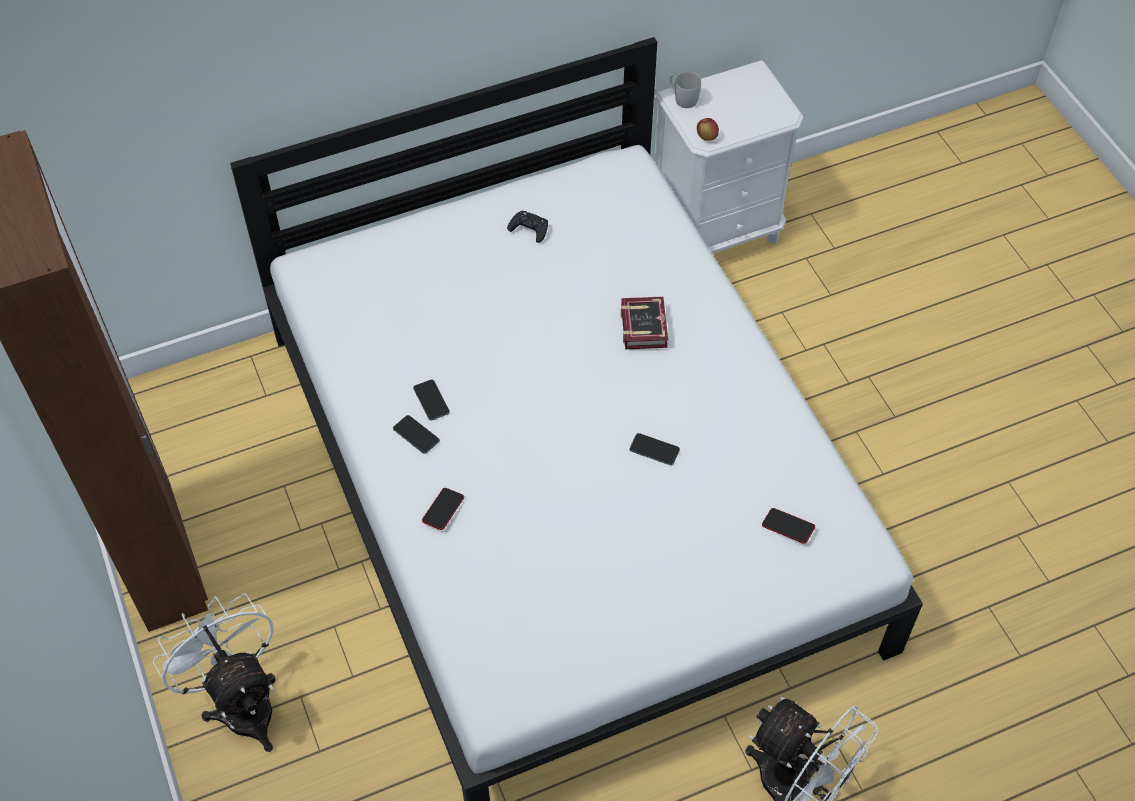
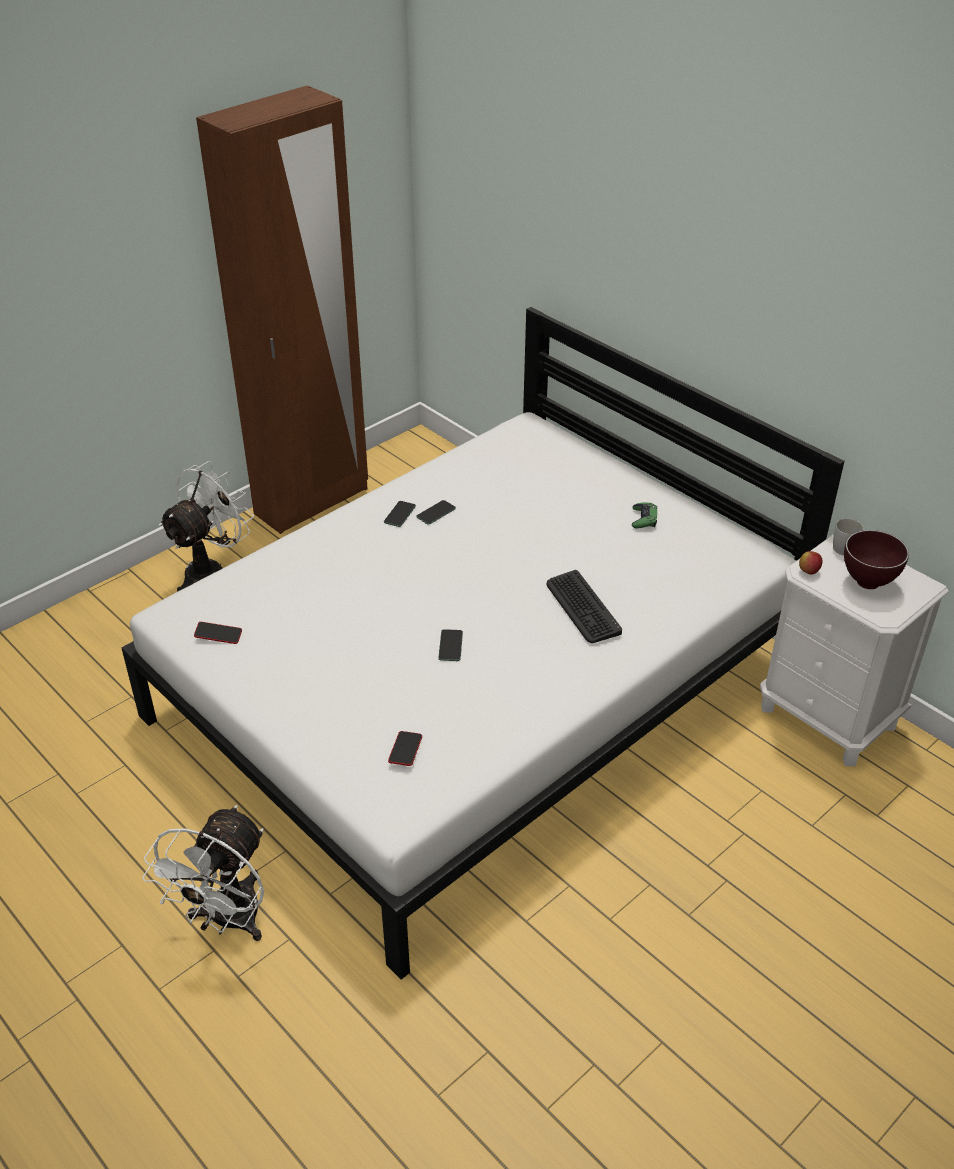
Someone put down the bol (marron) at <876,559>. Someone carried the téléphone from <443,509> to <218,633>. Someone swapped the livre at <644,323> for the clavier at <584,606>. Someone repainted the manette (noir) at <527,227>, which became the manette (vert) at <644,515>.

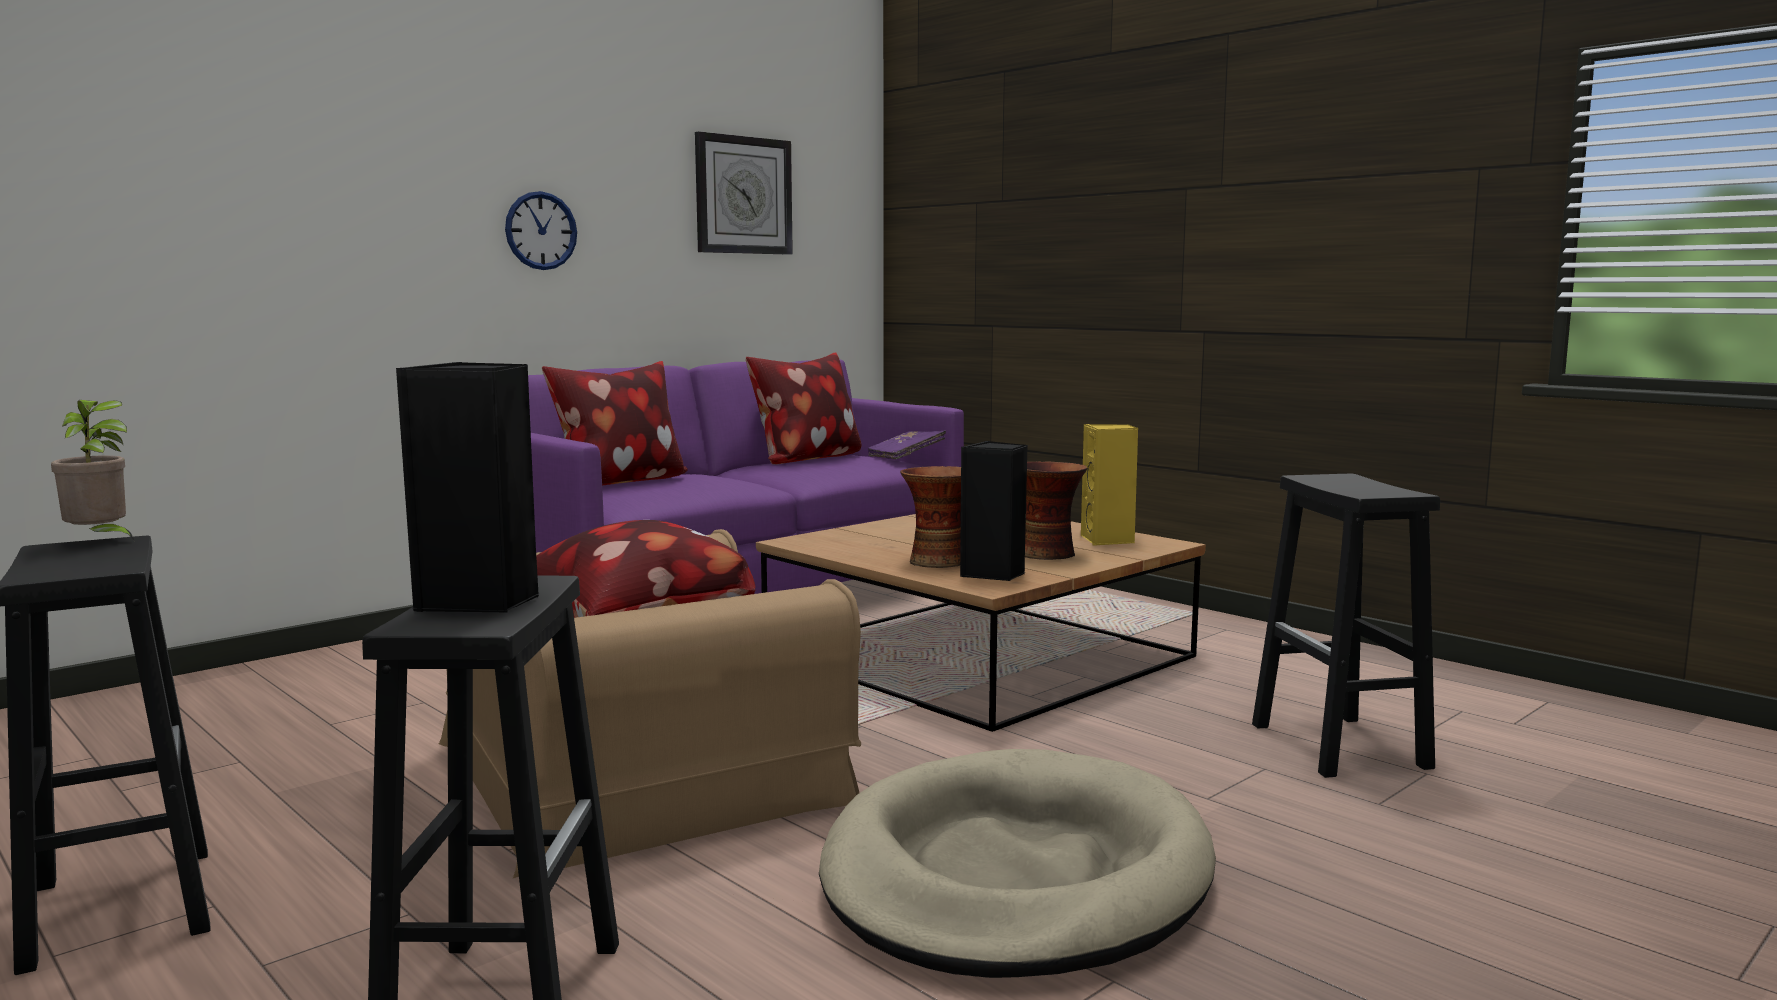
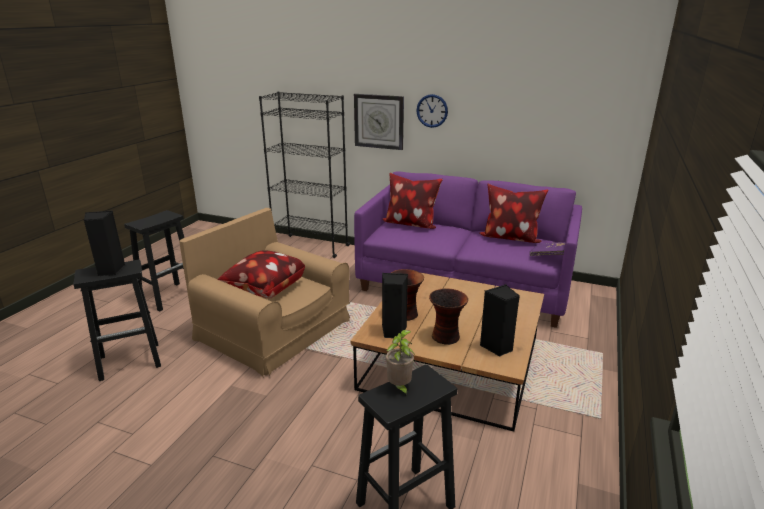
Someone took away the panier pour chien (beige) at <1017,863>. Someone put down the bibliothèque (noir) at <304,175>. Someone carried the plante en pot from <93,471> to <400,363>. Someone carried the horloge murale from <744,193> to <379,122>. Someone repainted the enceinte (jaune) at <1110,485>, which became the enceinte (noir) at <500,320>.

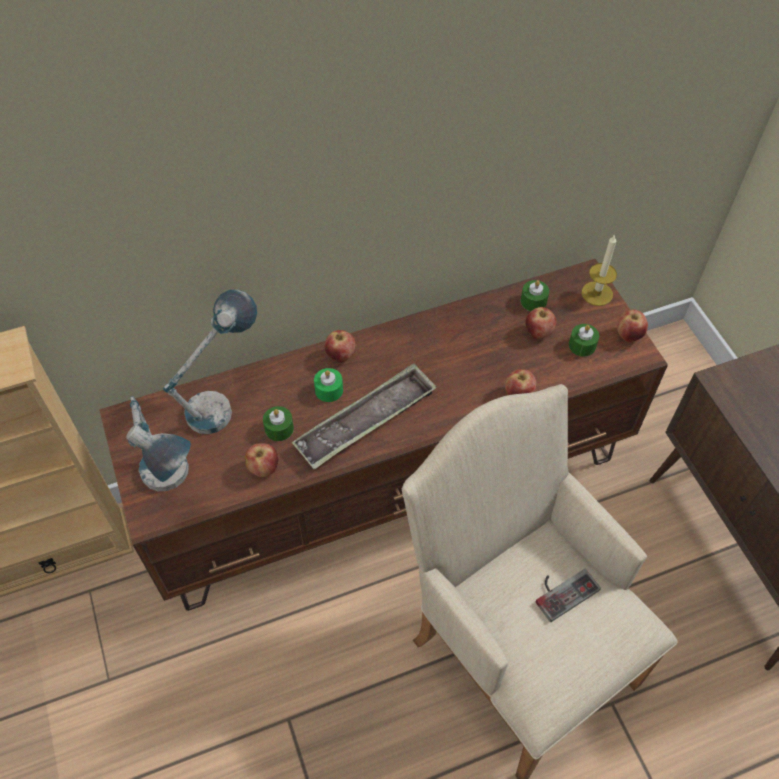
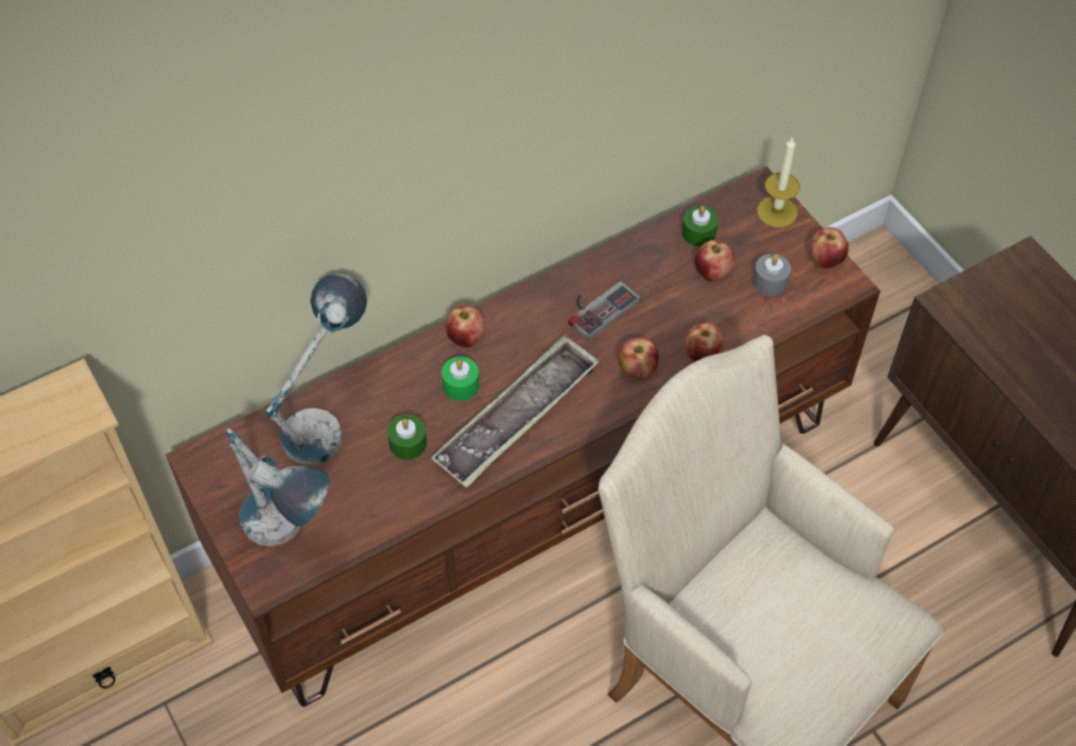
Someone carried the pomme from <261,460> to <638,359>. Someone carried the manette from <568,595> to <604,311>. Someone repainted the bougie (vert) at <584,340>, which became the bougie (gris) at <772,275>.

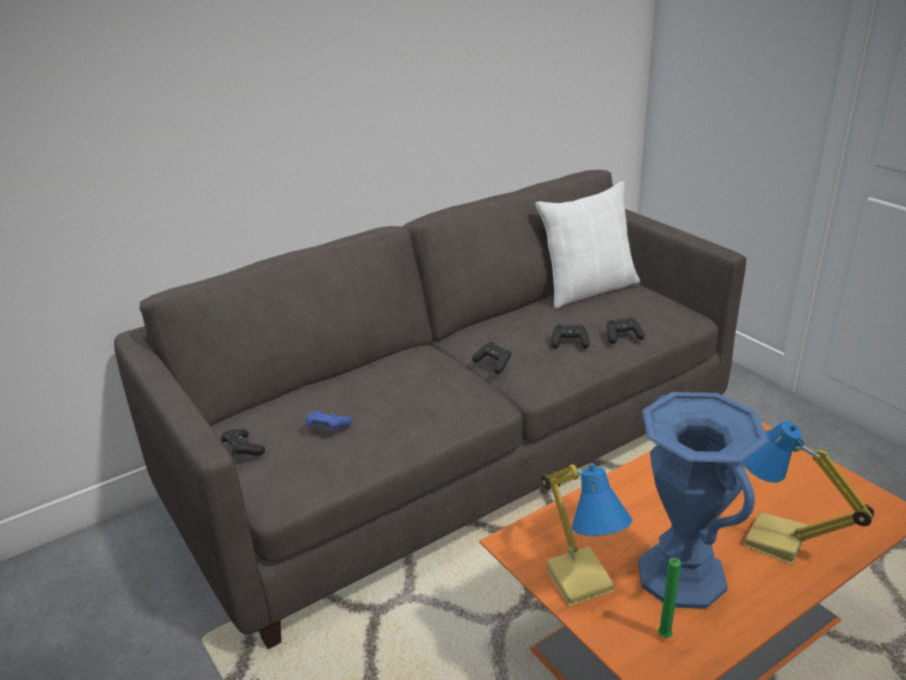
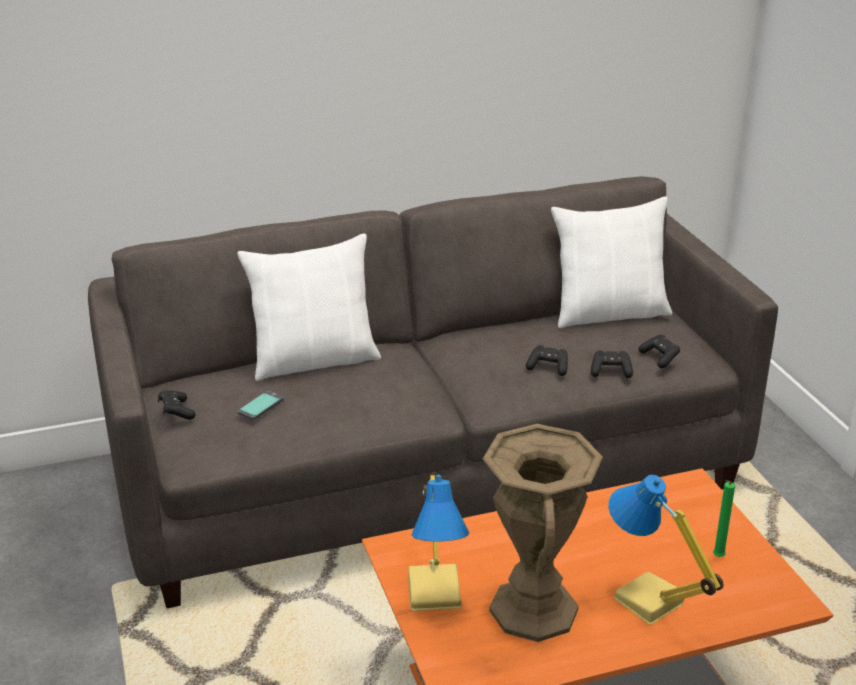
Someone put down the coussin (blanc) at <309,307>. Someone carried the manette (noir) from <491,358> to <659,351>. Someone carried the bougie (vert) from <669,598> to <724,518>. Someone swapped the manette (bleu) at <329,421> for the téléphone at <260,405>. Someone repainted the vase (bleu) at <703,500>, which became the vase (marron) at <543,533>.

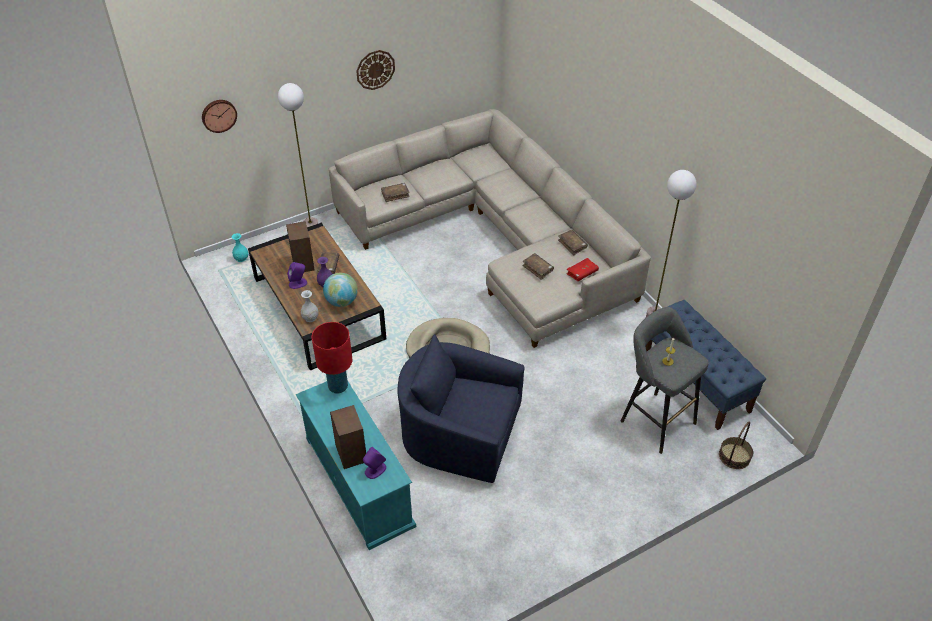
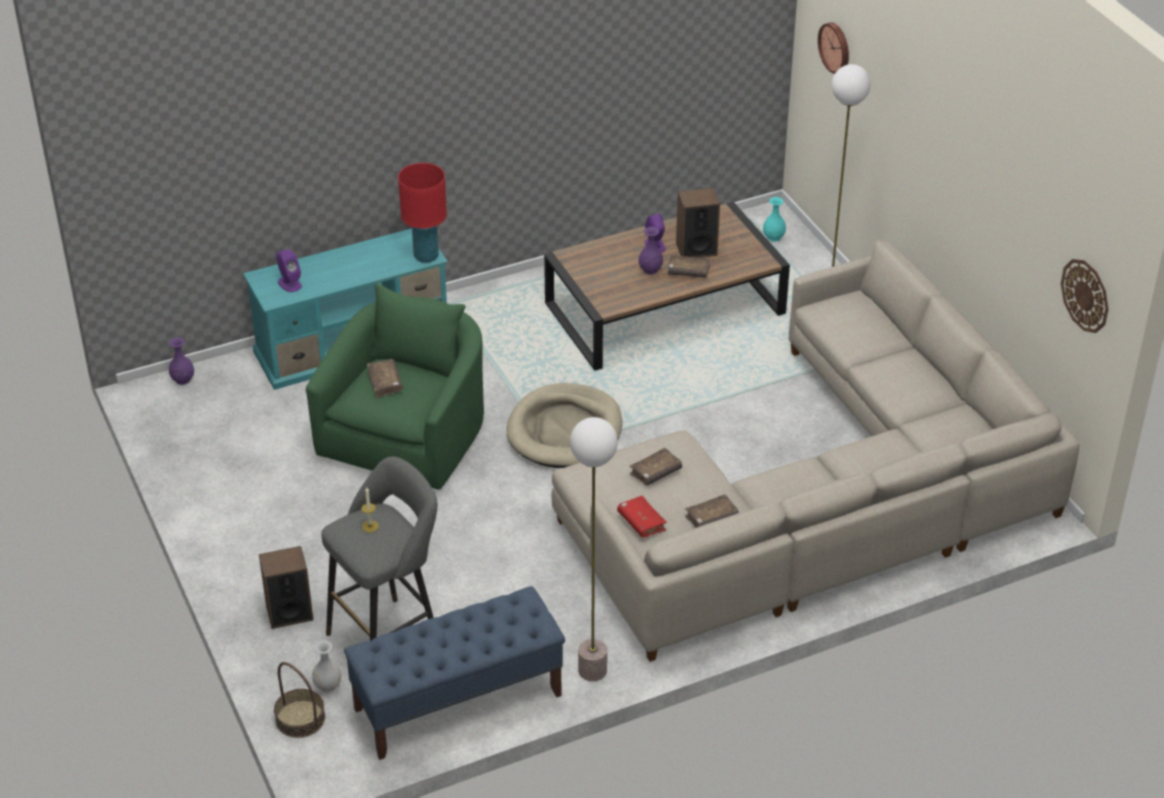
Someone took away the globe at <340,290>. Someone put down the vase (violet) at <181,361>. Someone carried the vase (blanc) from <310,306> to <327,667>. Someone carried the enceinte from <348,437> to <286,587>. Someone carried the horloge murale from <375,70> to <1085,296>. Someone carried the livre (marron) from <395,192> to <385,378>. Someone repainted the fauteuil (bleu) at <461,408>, which became the fauteuil (vert) at <395,386>.

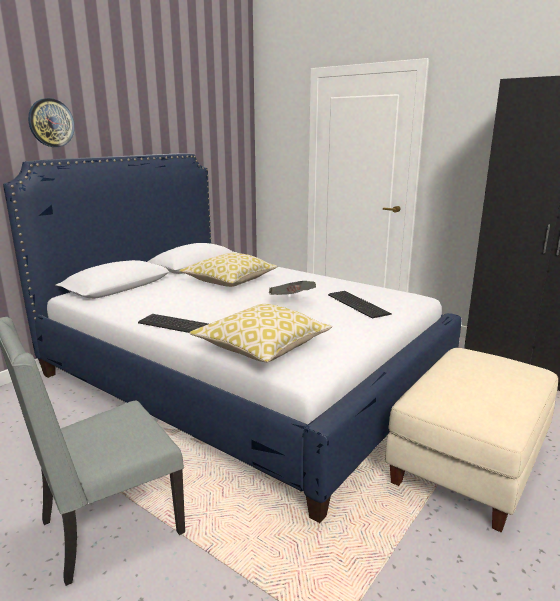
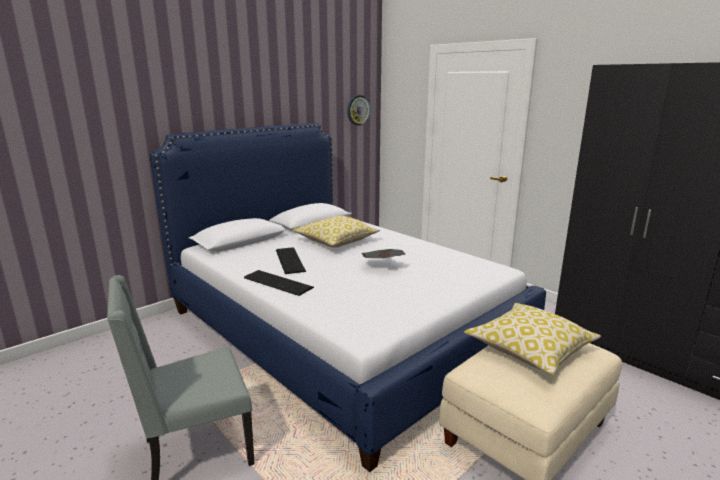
Someone carried the horloge murale from <51,122> to <358,110>. Someone carried the coussin from <260,333> to <532,339>. Someone carried the clavier from <360,305> to <291,260>.

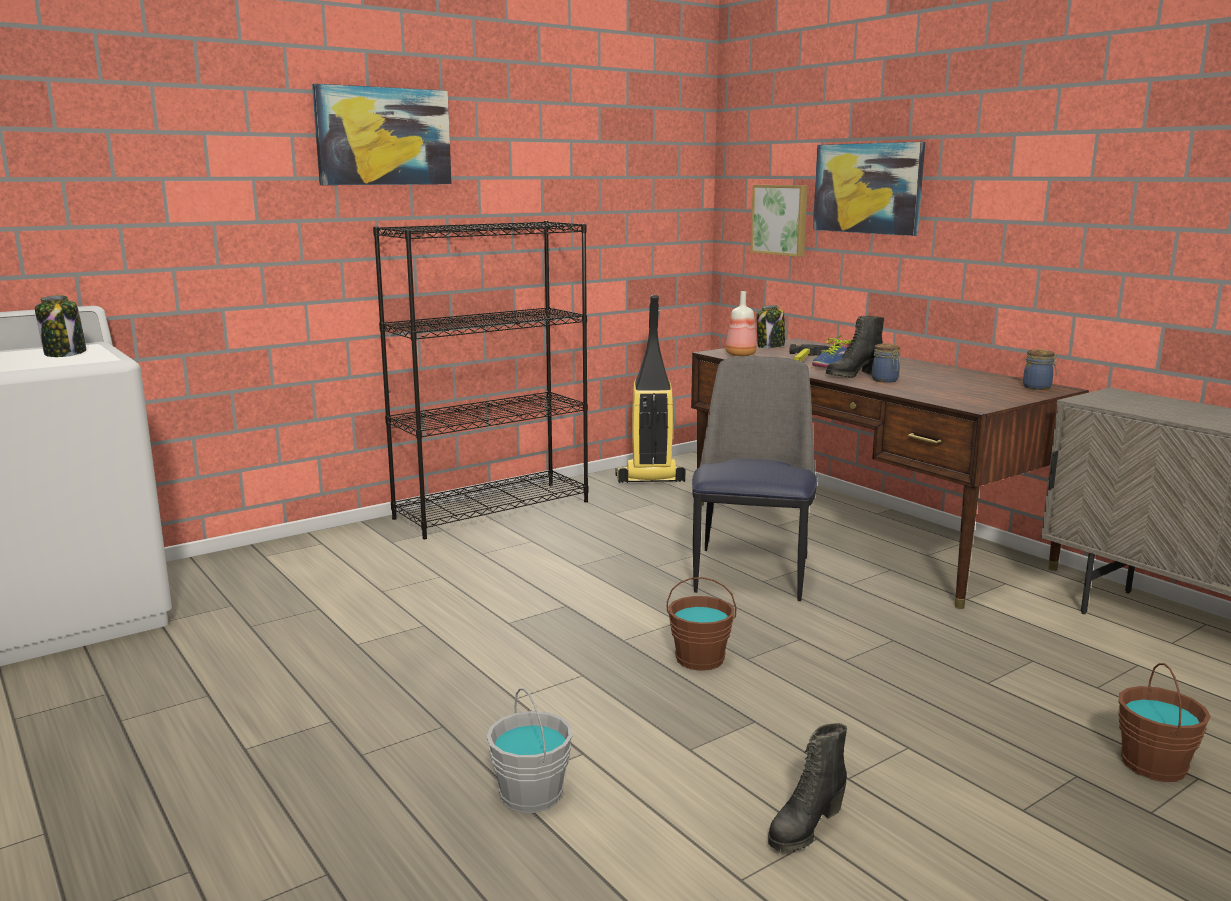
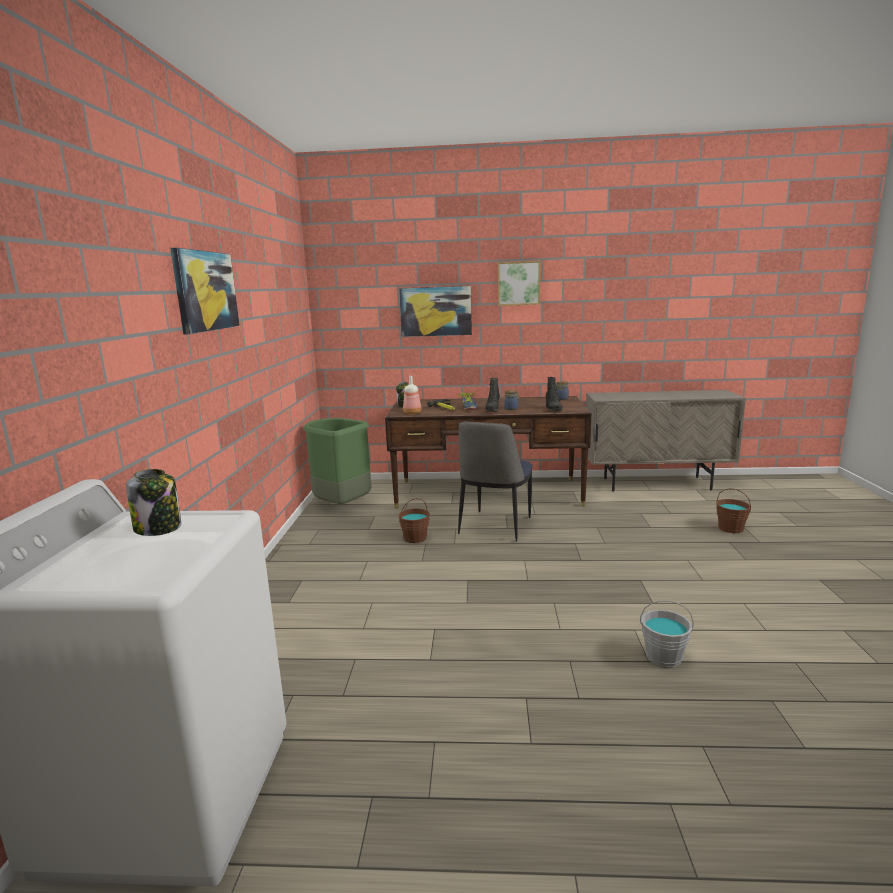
Someone took away the bibliothèque (noir) at <480,380>. Someone carried the seau (marron) from <702,624> to <414,520>. Someone carried the tableau from <779,221> to <519,283>. Someone carried the botte (noir) from <807,787> to <554,394>. Someone swapped the aspirateur at <650,389> for the poubelle (vert) at <337,461>. Someone rotated the chaise at <755,478> by 120 degrees counterclockwise.

